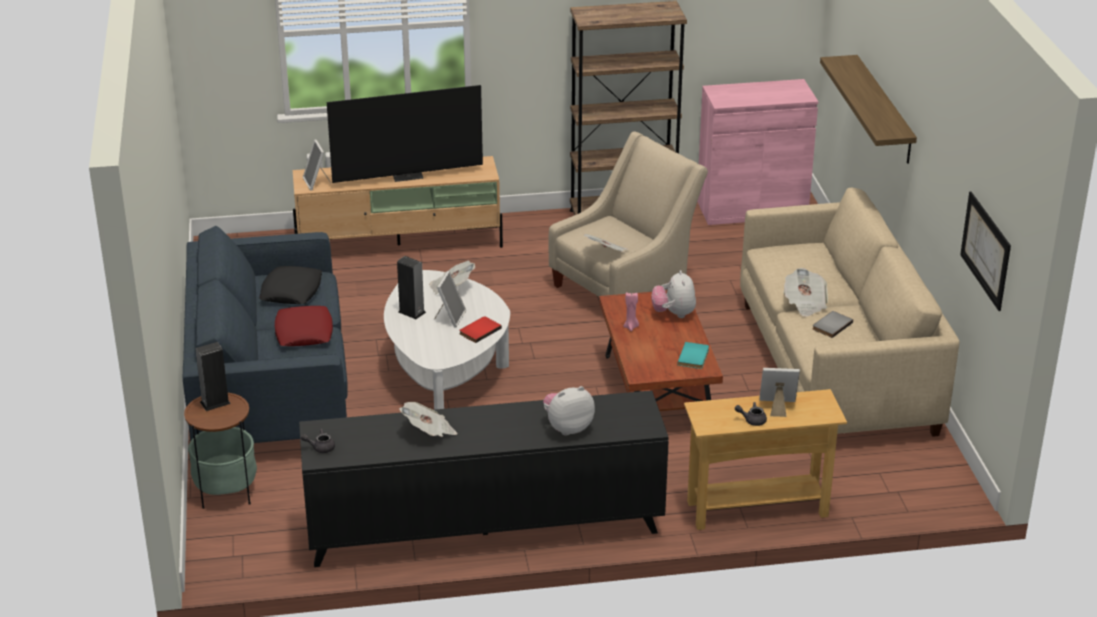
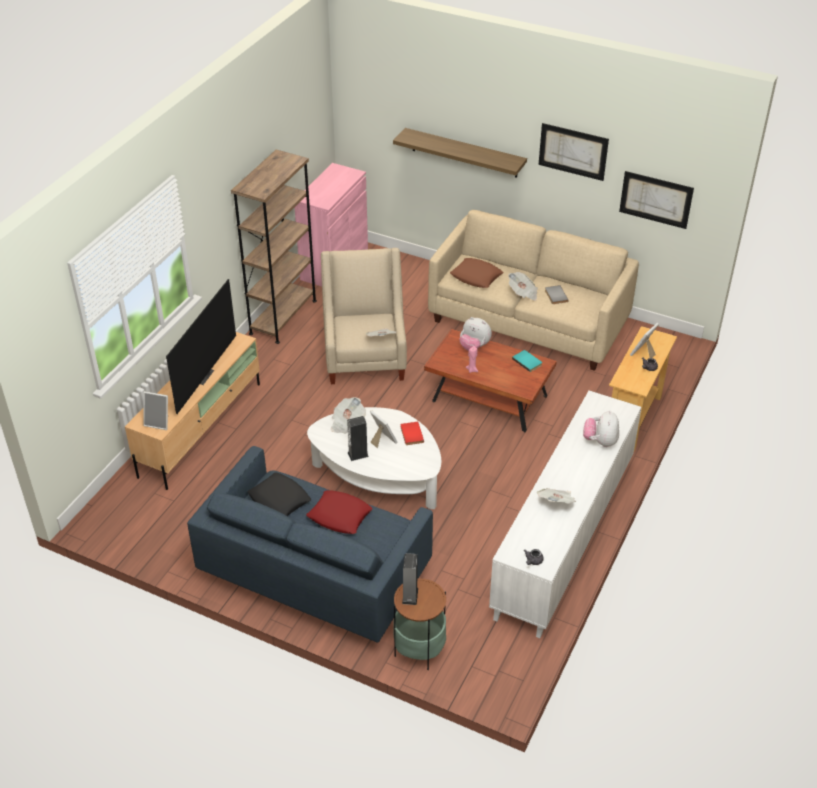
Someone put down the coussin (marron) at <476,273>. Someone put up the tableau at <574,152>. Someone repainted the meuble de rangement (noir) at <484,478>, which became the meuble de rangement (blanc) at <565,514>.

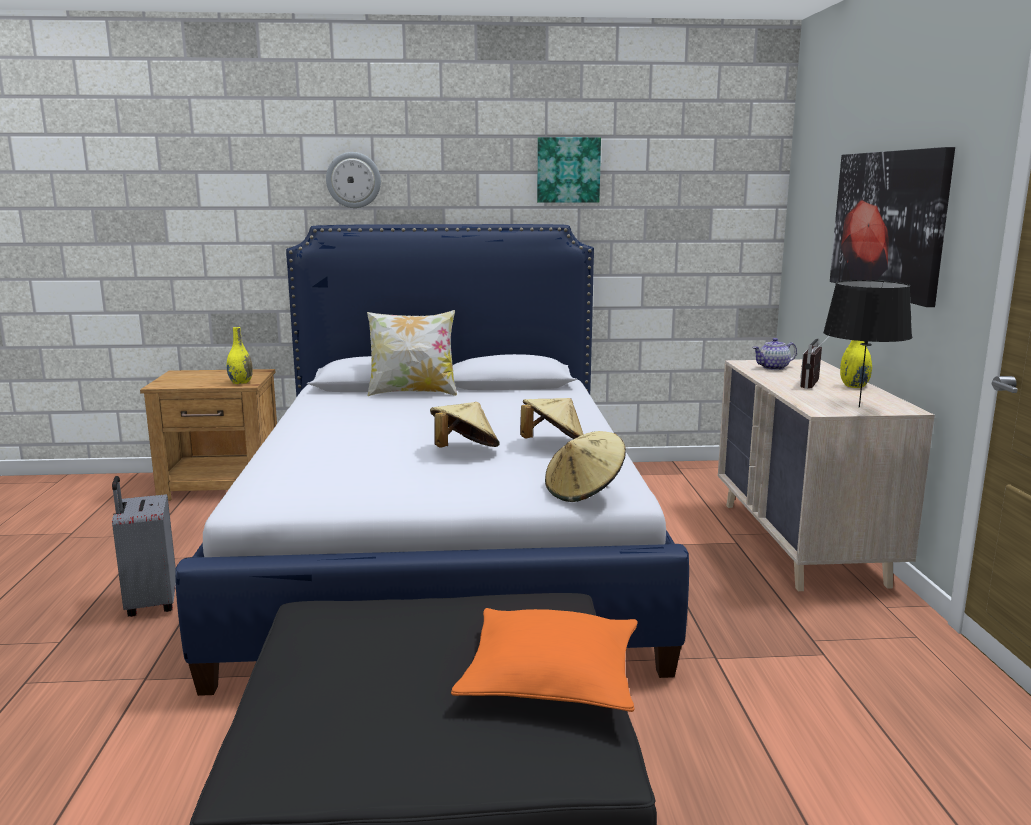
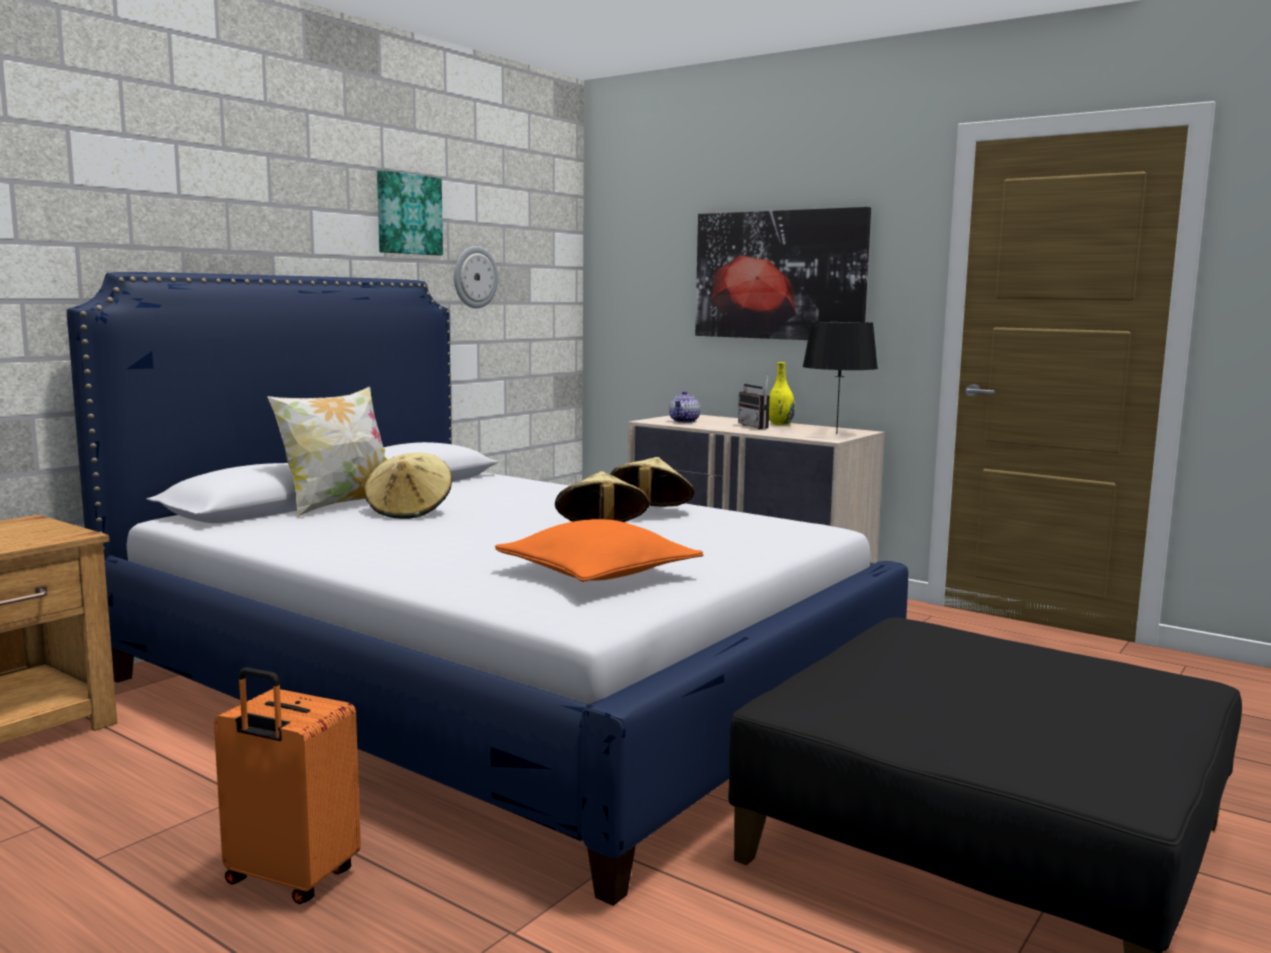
Someone took away the vase (jaune) at <240,355>. Someone carried the horloge murale from <353,180> to <476,277>. Someone carried the coussin (orange) from <544,660> to <599,550>. Someone carried the chapeau (beige) from <585,466> to <408,485>. Someone repainted the valise (gris) at <144,546>, which became the valise (orange) at <287,785>.

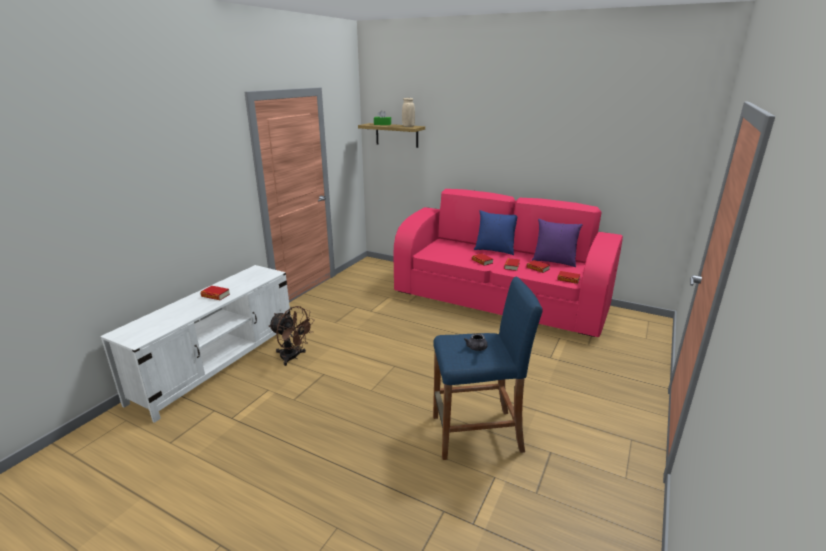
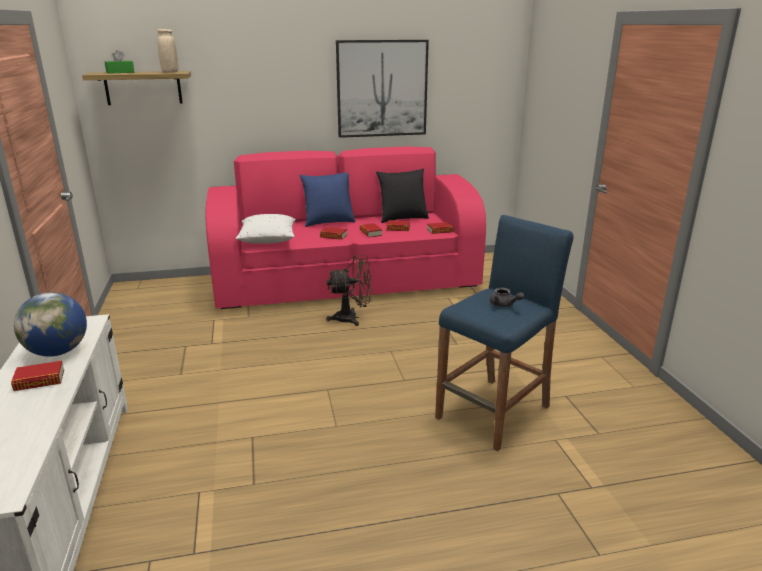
Someone put down the globe at <50,325>. Someone put down the coussin (blanc) at <266,229>. Someone put up the tableau at <382,89>. Someone carried the ventilateur (marron) from <291,336> to <349,290>. Someone repainted the coussin (violet) at <557,243>, which became the coussin (noir) at <402,195>.

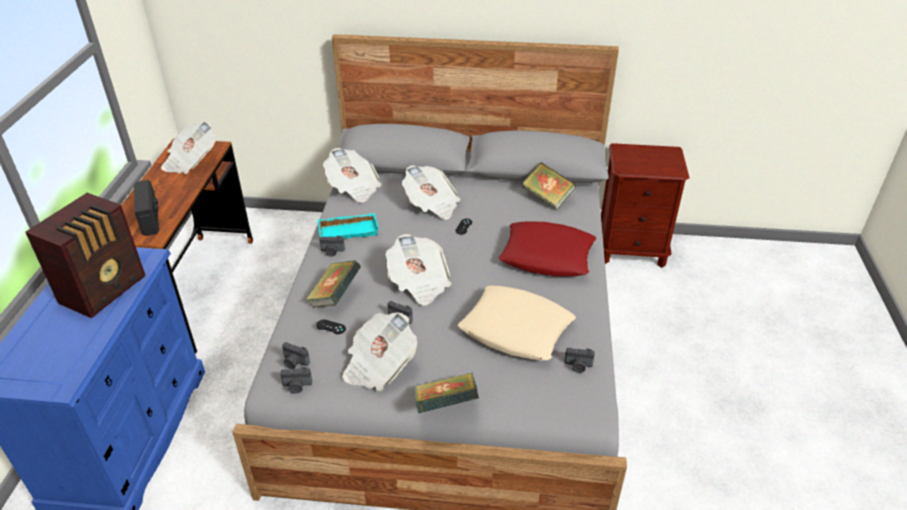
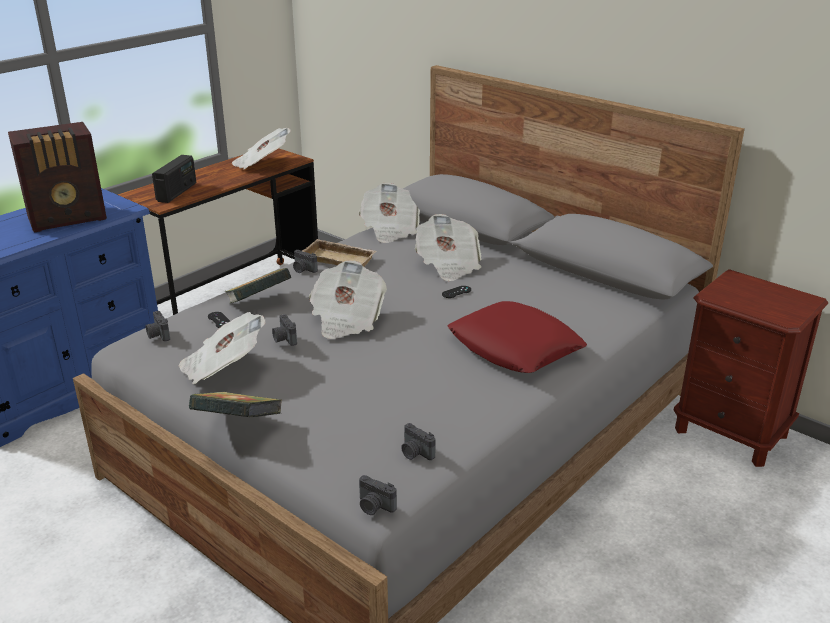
Someone took away the coussin (beige) at <517,323>. Someone took away the livre at <549,186>. Someone carried the appareil photo from <296,380> to <378,495>. Someone repainted the plateau (turquoise) at <348,226>, which became the plateau (beige) at <339,253>.

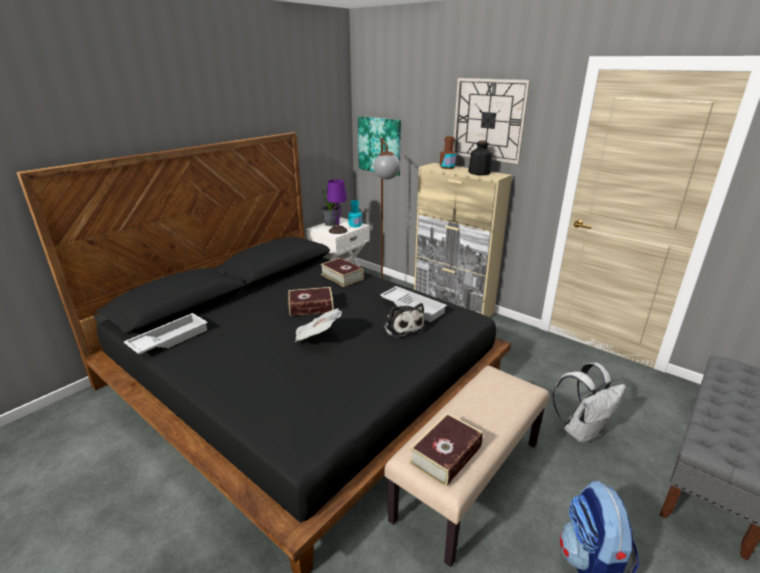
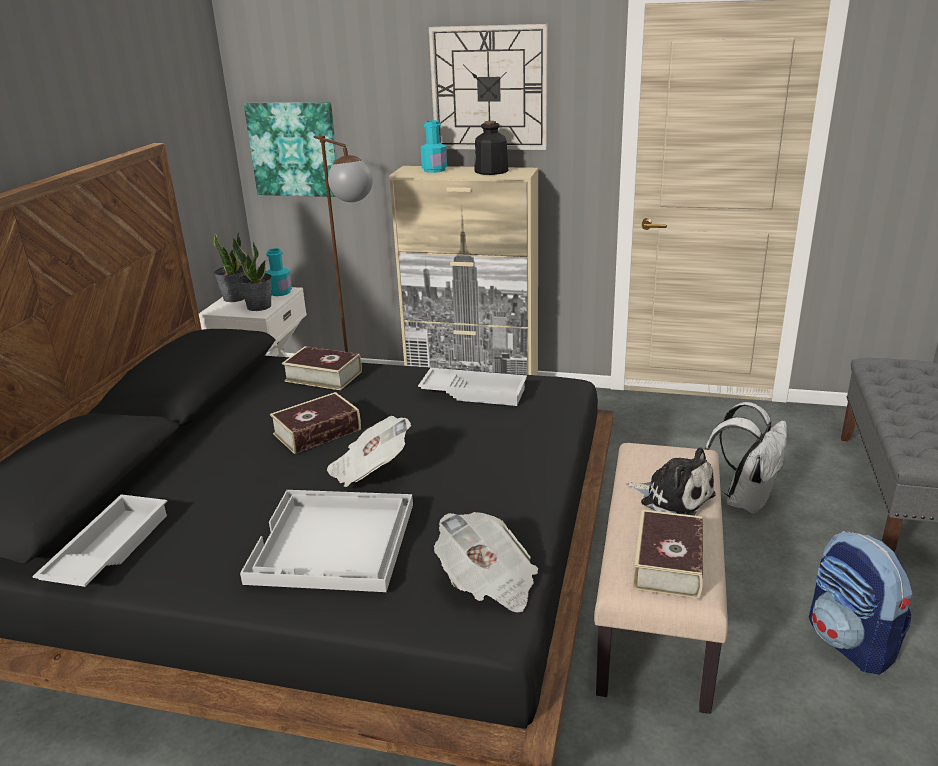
Someone put down the plateau (blanc) at <326,541>. Someone put down the journal at <486,562>. Someone carried the peluche from <404,321> to <671,481>. Someone swapped the lampe de table (violet) at <337,206> for the plante en pot at <252,274>. Someone repainted the bouteille (marron) at <448,152>, which became the bouteille (turquoise) at <434,146>.

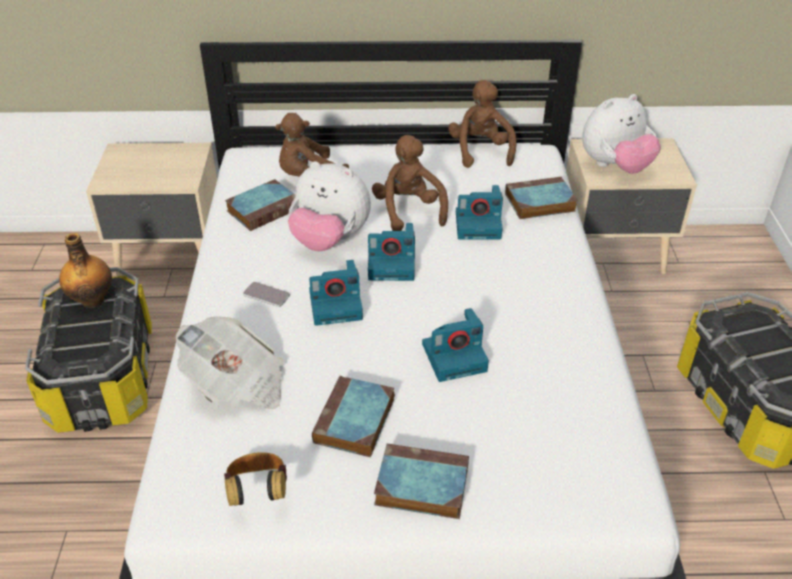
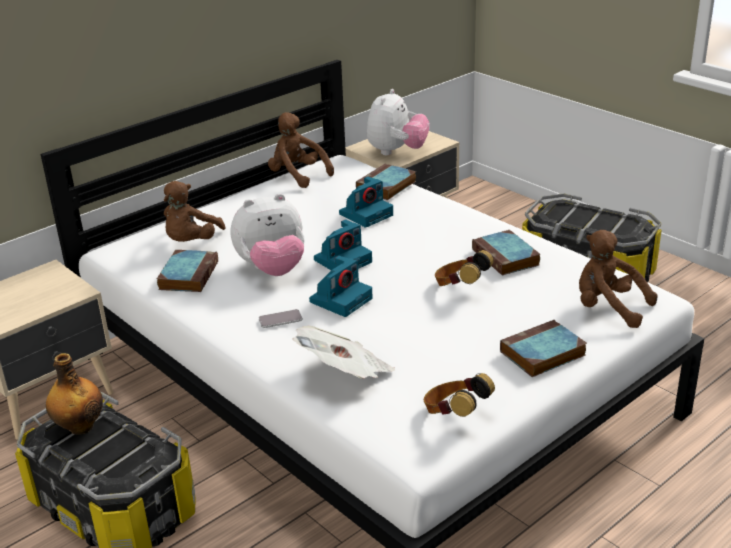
Someone carried the livre from <353,416> to <506,253>. Someone carried the peluche (marron) from <410,183> to <618,279>. Someone swapped the appareil photo at <455,345> for the casque audio at <464,268>.

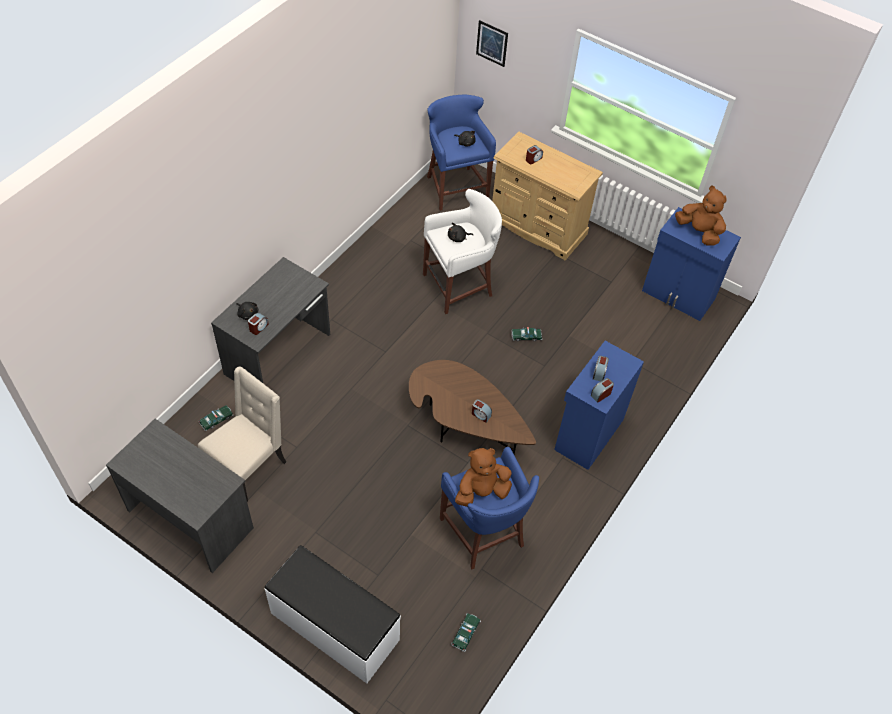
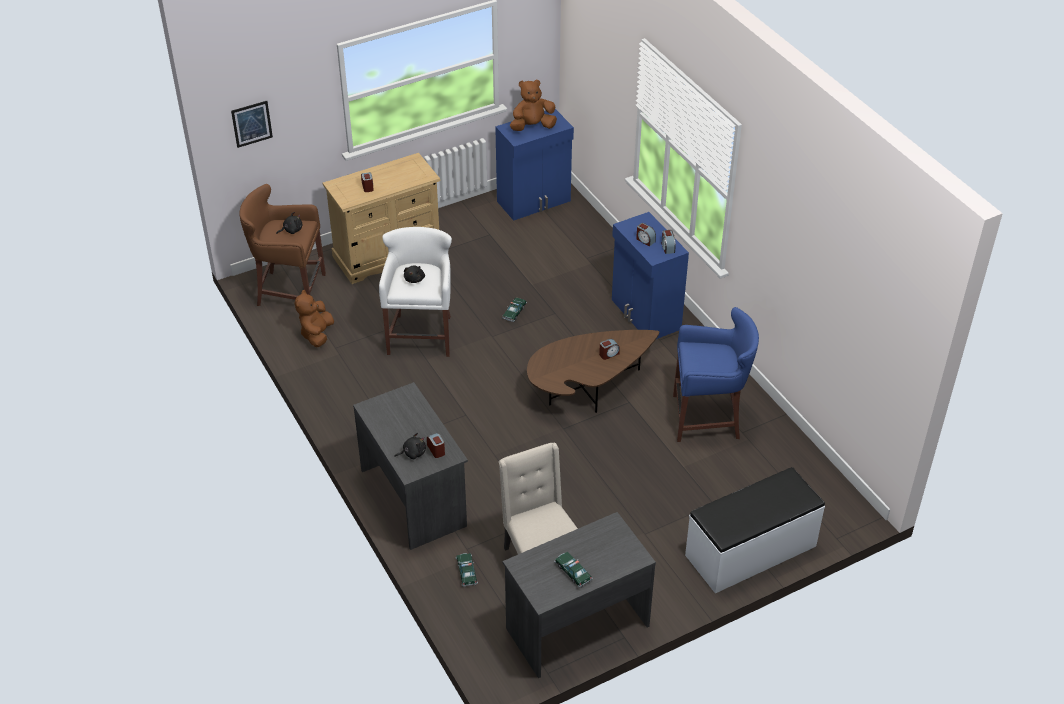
Someone carried the petite voiture from <466,632> to <573,570>. Someone carried the peluche (marron) from <483,477> to <314,318>. Someone repainted the tabouret (bleu) at <461,153>, which became the tabouret (marron) at <282,245>.

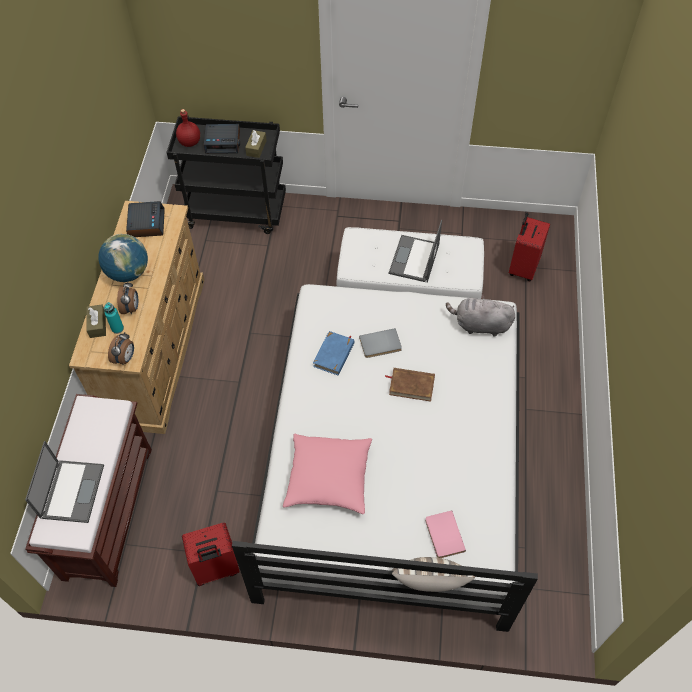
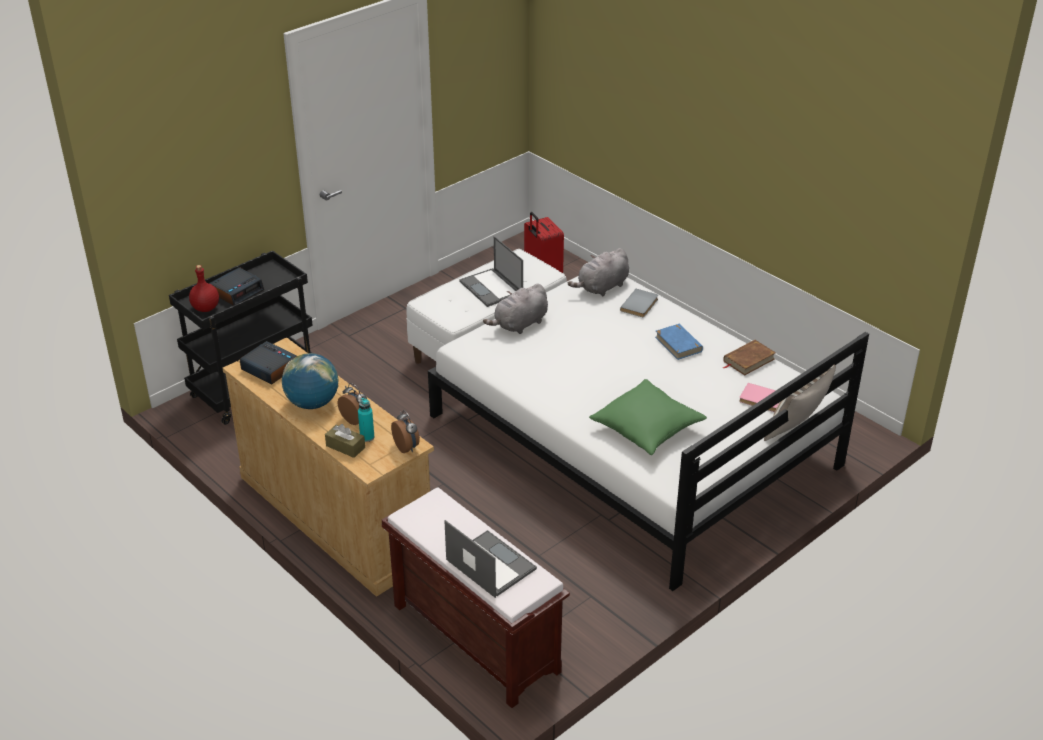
Someone took away the valise (rouge) at <211,554>. Someone took away the boîte à mouchoirs (marron) at <256,144>. Someone put down the peluche (gris) at <515,309>. Someone carried the livre (bleu) from <334,353> to <679,342>. Someone carried the livre (gris) from <380,343> to <639,303>. Someone carried the livre (marron) from <410,385> to <749,357>. Someone repainted the coussin (rose) at <327,474>, which became the coussin (vert) at <648,417>.

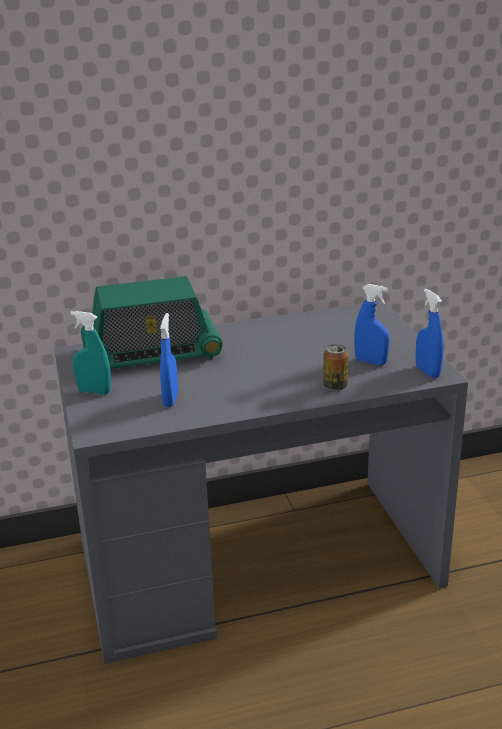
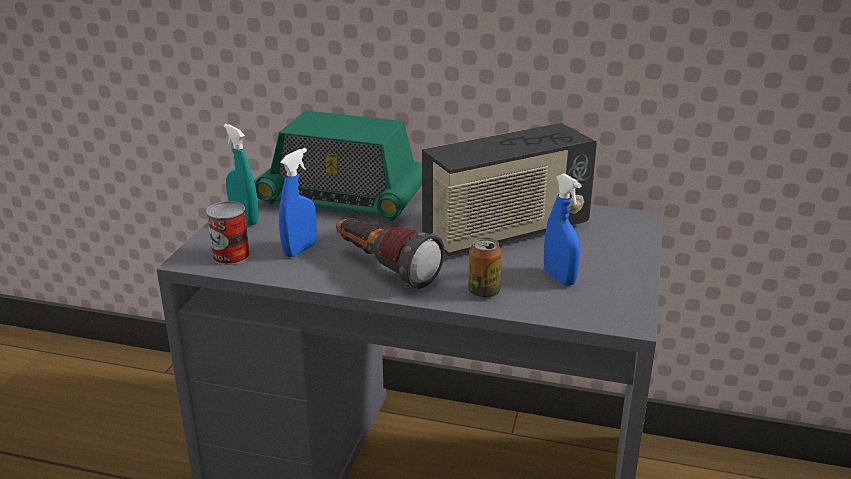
Someone took away the vaporisateur (bleu) at <429,333>. Someone put down the boîte métallique at <228,233>. Someone put down the lampe de poche at <390,253>. Someone put down the radio at <509,189>.

